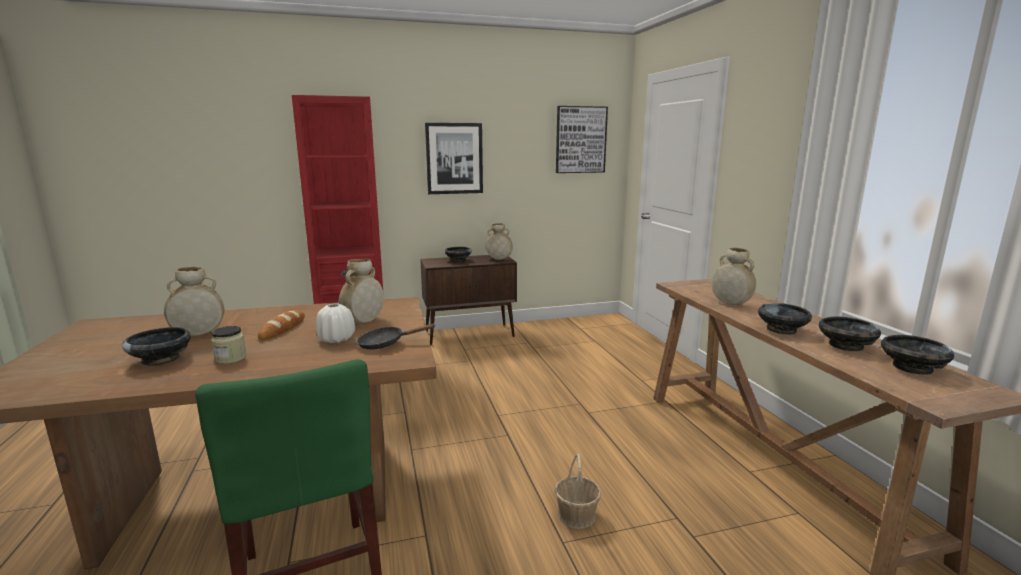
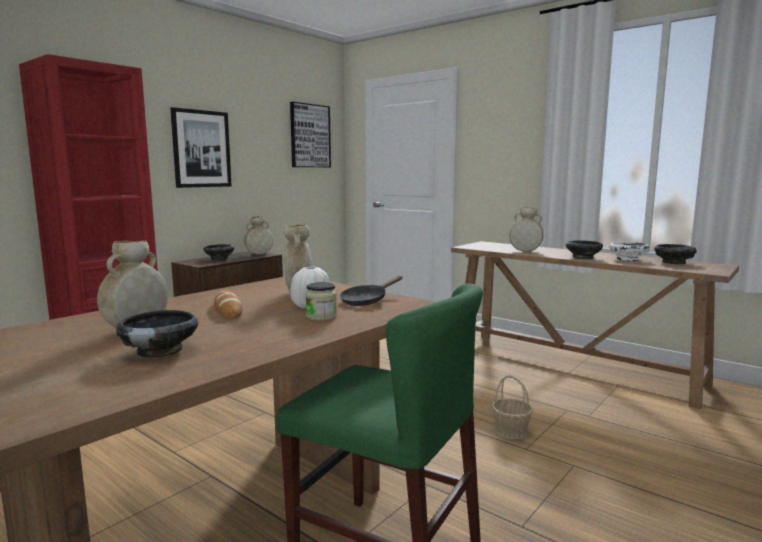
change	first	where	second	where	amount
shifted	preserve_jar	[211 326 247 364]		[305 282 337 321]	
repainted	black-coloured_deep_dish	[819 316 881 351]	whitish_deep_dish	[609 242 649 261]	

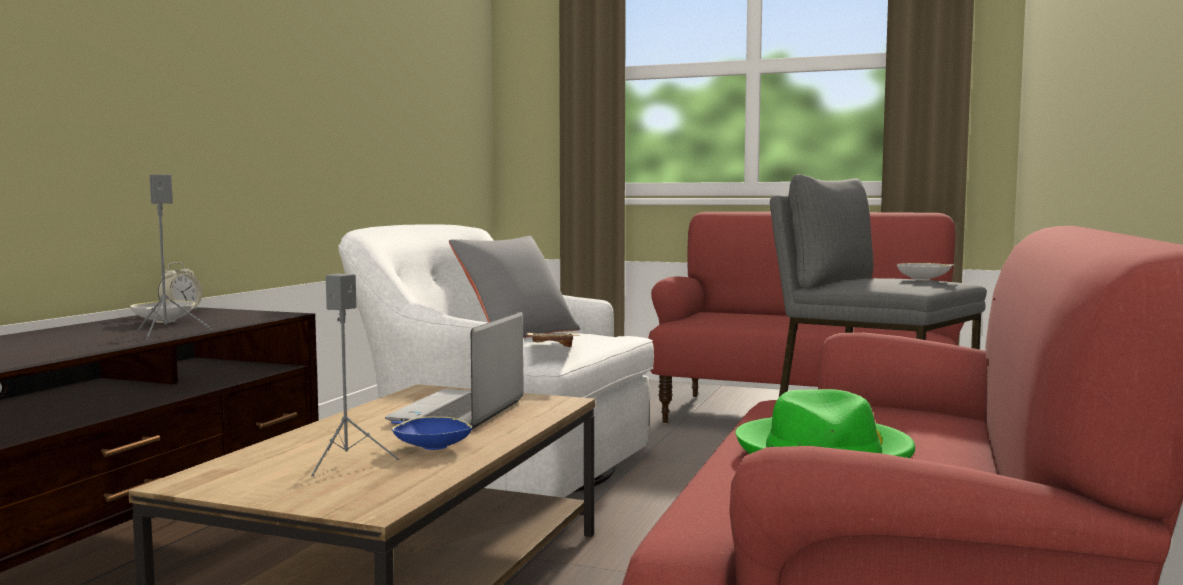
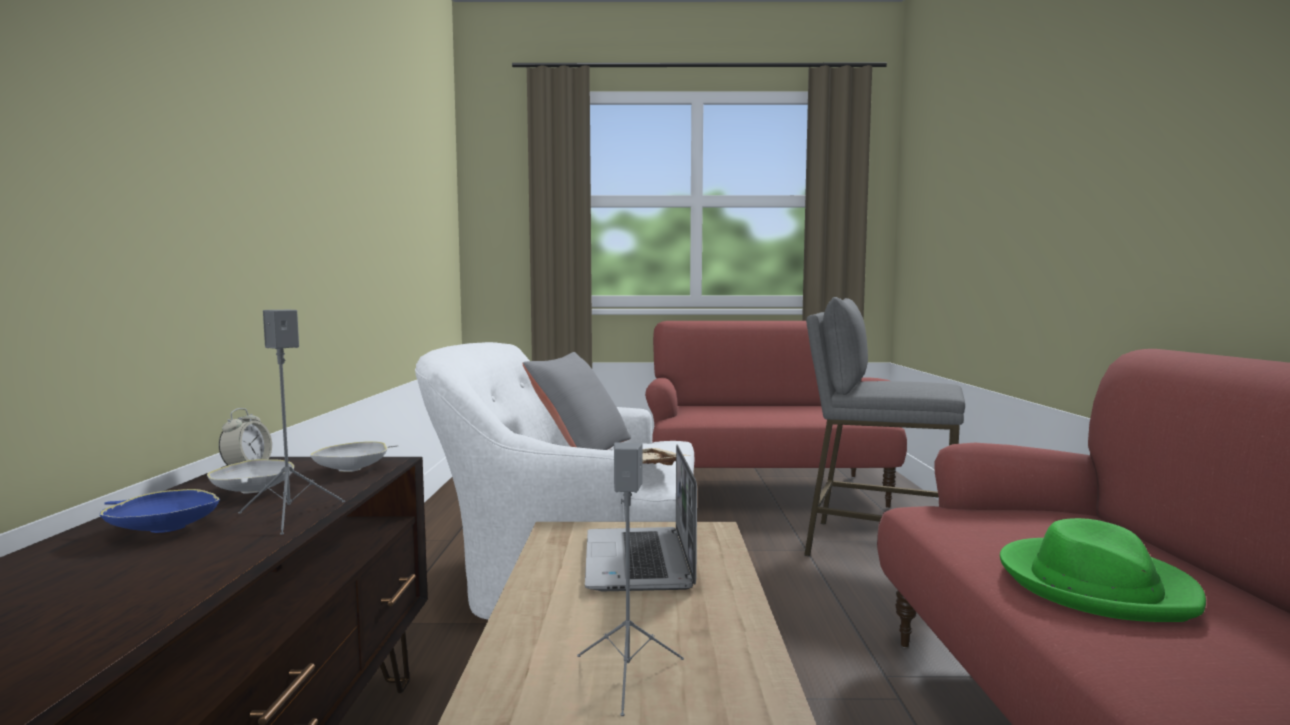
change	first	where	second	where	amount
shifted	blue_deep_dish	[391 417 472 450]		[100 489 220 533]	
shifted	whitish_deep_dish	[897 263 954 281]		[310 441 399 472]	

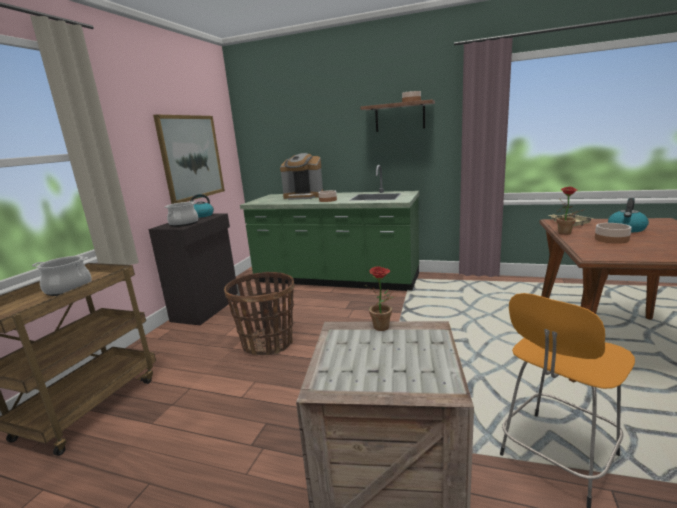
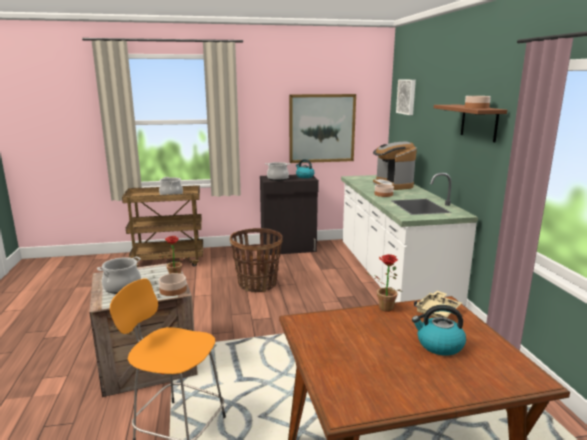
change	first	where	second	where	amount
new			cooking_pot	[97 257 141 294]	
new			wall_art	[396 80 416 115]	
shifted	deep_dish	[595 223 632 244]		[159 273 187 296]	
repainted	green-coloured_kitchen_counter	[240 165 419 291]	whitish_kitchen_counter	[341 173 478 306]	

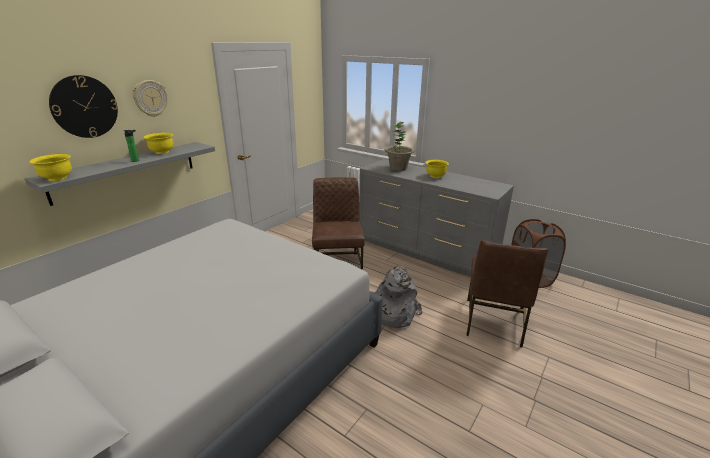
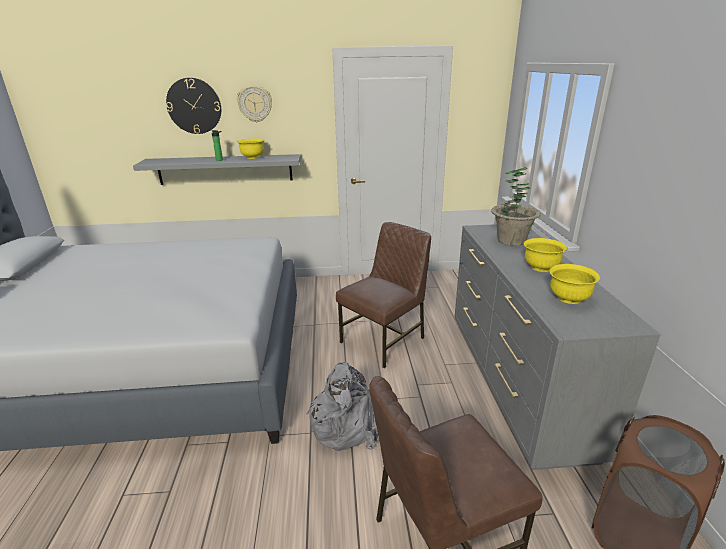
change	first	where	second	where	amount
shifted	yellow-coloured_deep_dish	[29 154 72 181]		[549 264 600 304]	

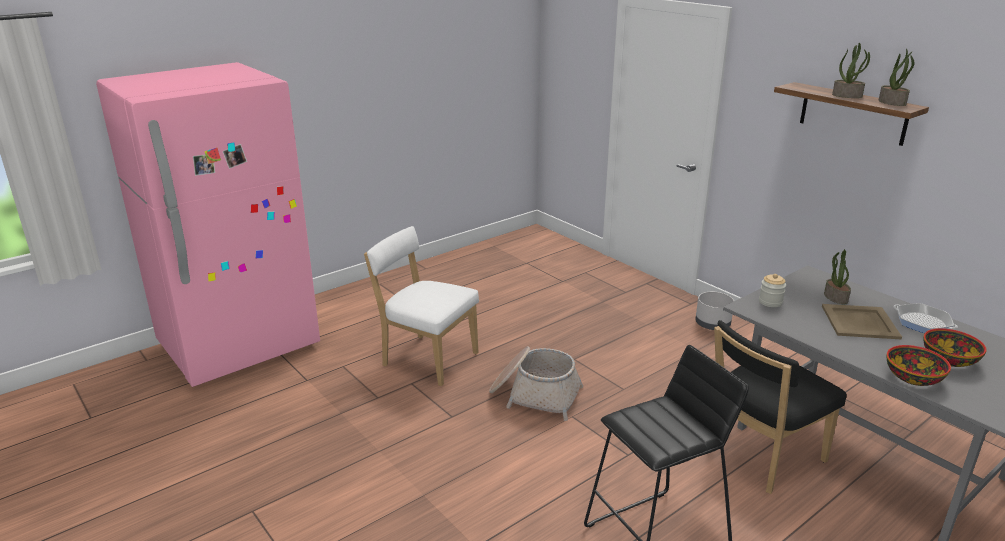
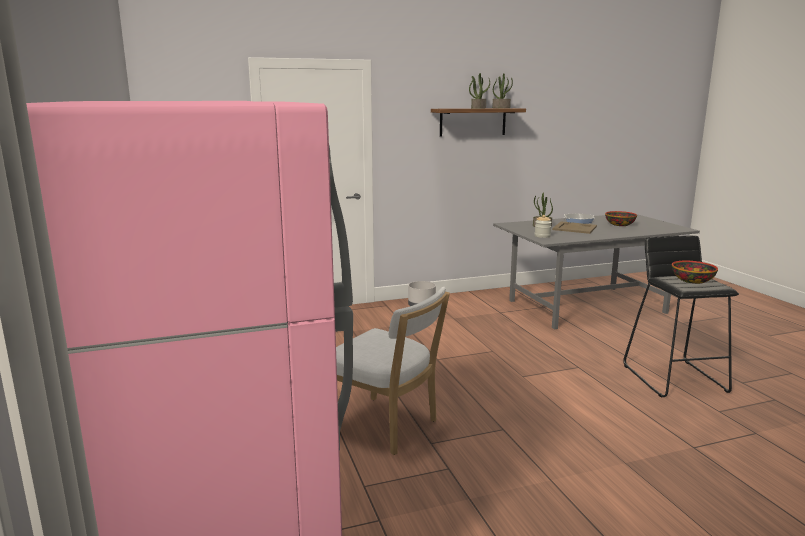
change	first	where	second	where	amount
gone	basket	[489 346 584 421]			
gone	black-coloured_plain_chair	[714 320 847 494]			
shifted	deep_dish	[886 345 951 386]		[672 261 718 284]	
rotated	whitish_plain_chair	[364 226 479 386]		[336 287 450 455]	105 degrees counterclockwise

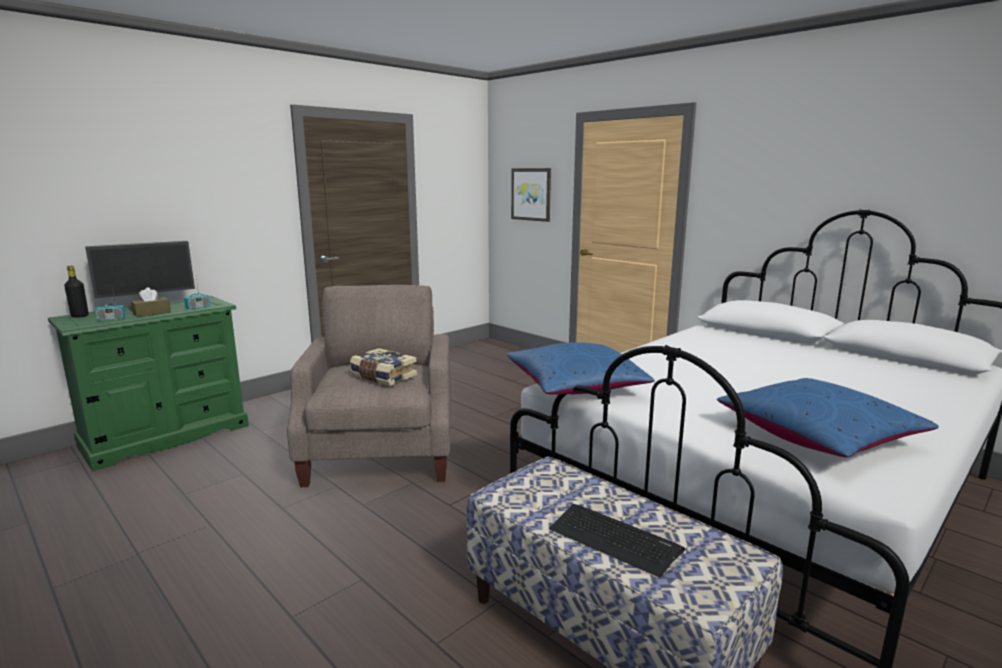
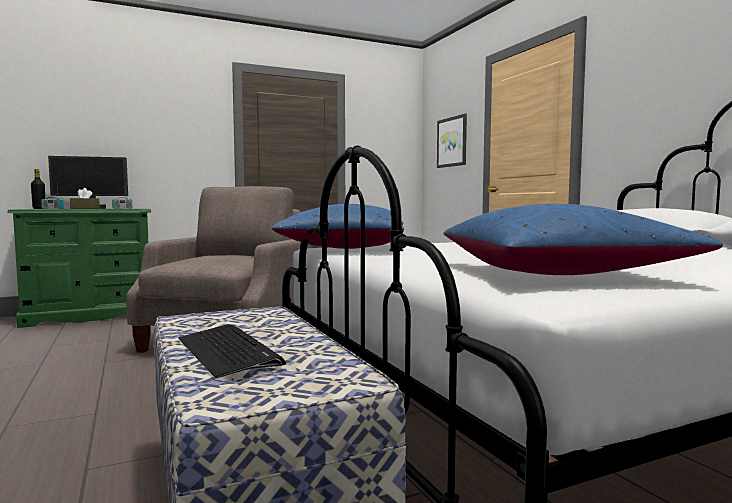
change	first	where	second	where	amount
gone	bound_book	[350 348 417 386]			

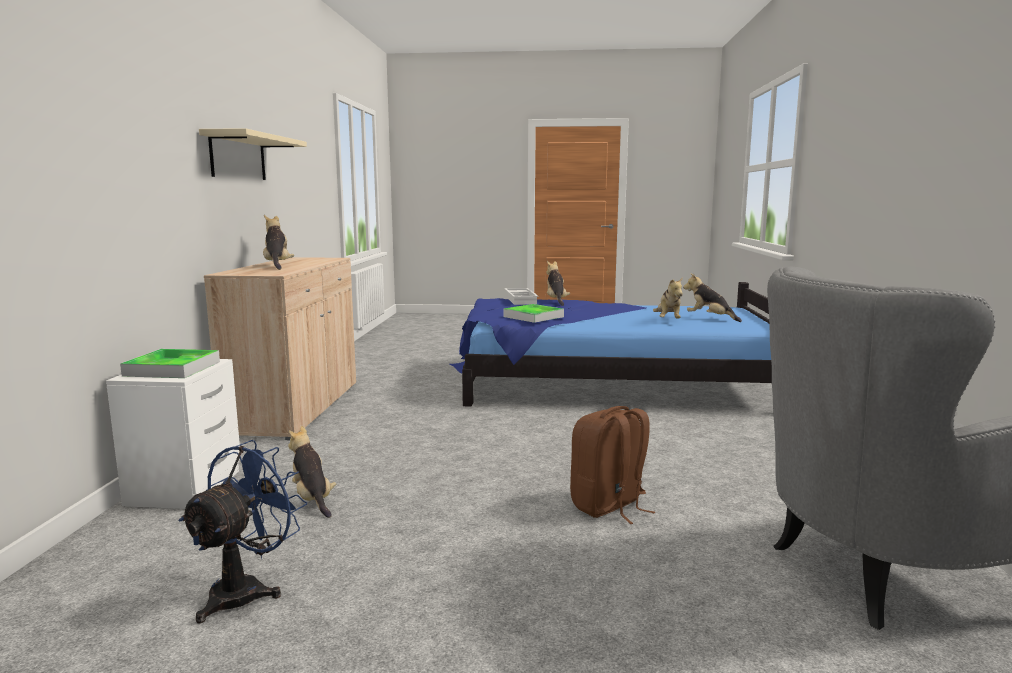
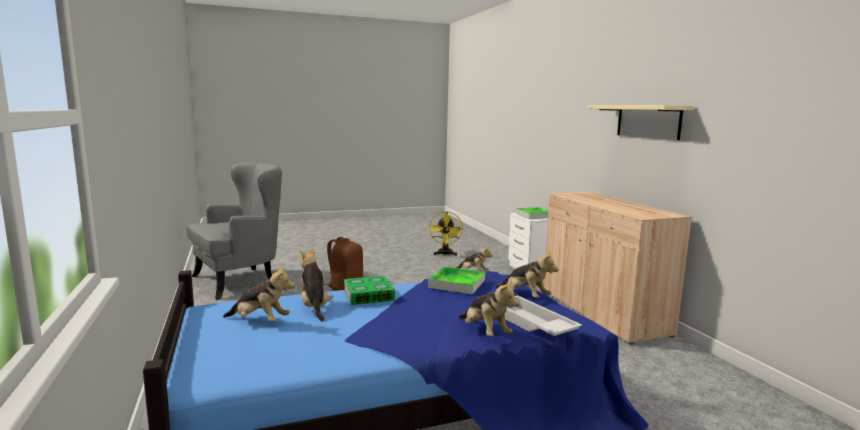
change	first	where	second	where	amount
new			bound_book	[344 276 395 305]	
shifted	soft_toy	[263 215 294 270]		[496 249 559 298]	
repainted	blue_electric_fan	[178 440 307 624]	yellow-coloured_electric_fan	[429 211 463 256]	

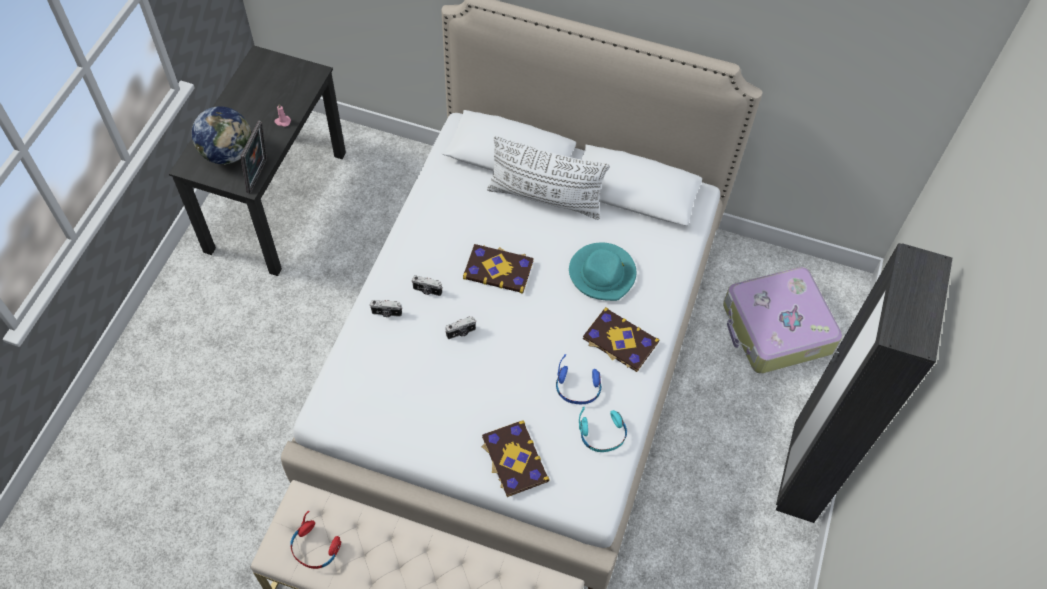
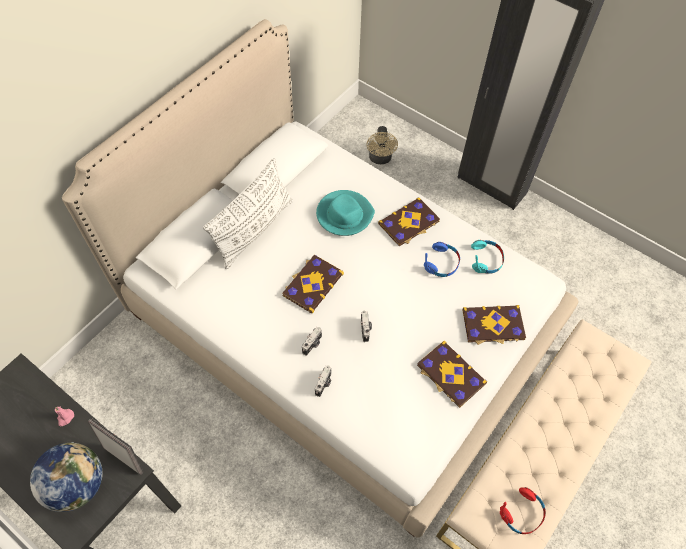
change	first	where	second	where	amount
new			bound_book	[417 341 487 408]	
swapped	piece_of_luggage	[723 267 842 374]	sand-coloured_electric_fan	[367 126 398 164]	

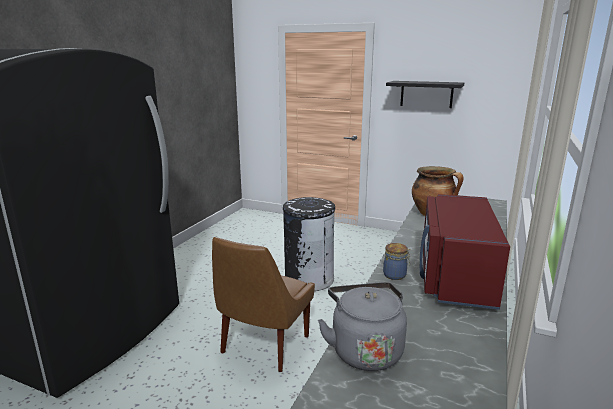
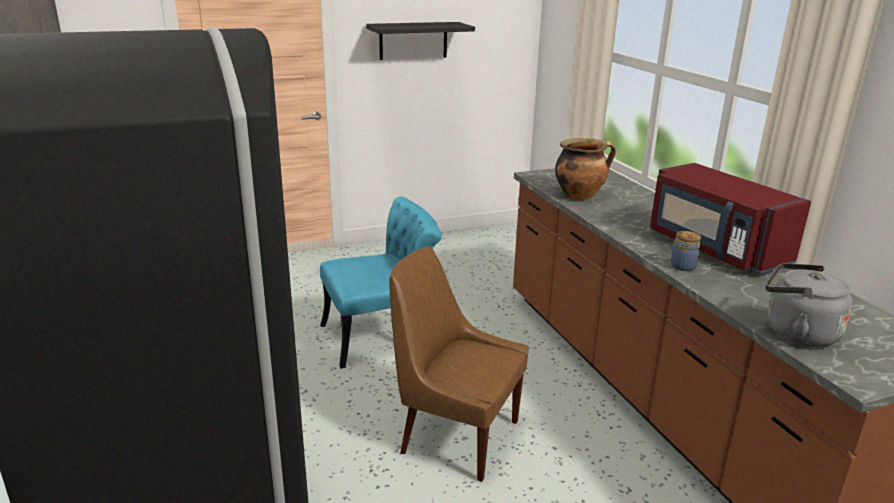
change	first	where	second	where	amount
swapped	black-coloured_rubbish_bin	[283 197 335 291]	blue-green_plain_chair	[320 197 442 369]	
rotated	brown_plain_chair	[212 237 315 372]		[389 246 529 482]	135 degrees clockwise

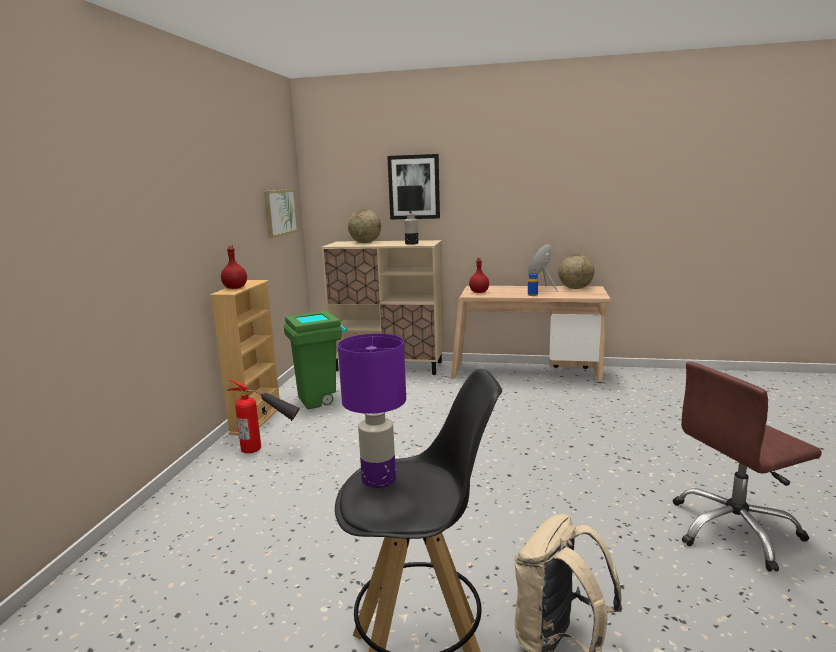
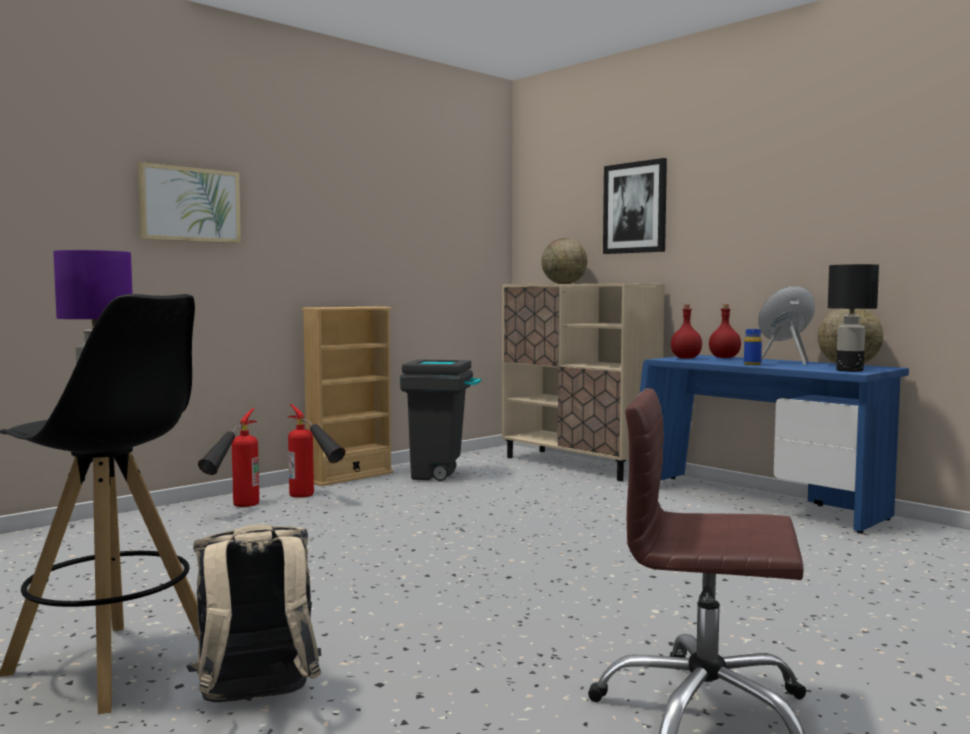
change	first	where	second	where	amount
new			fire_extinguisher	[198 408 259 507]	
shifted	reddish_drink_bottle	[221 245 247 289]		[709 304 741 358]	
shifted	wall_art	[264 189 298 238]		[138 162 241 243]	
shifted	black-coloured_tabletop_lamp	[397 186 423 245]		[828 264 879 372]	
repainted	green-coloured_rubbish_bin	[284 311 347 409]	greyish_rubbish_bin	[400 359 481 481]	
repainted	sand-coloured_desk_unit	[451 286 610 383]	blue_desk_unit	[640 355 909 533]	

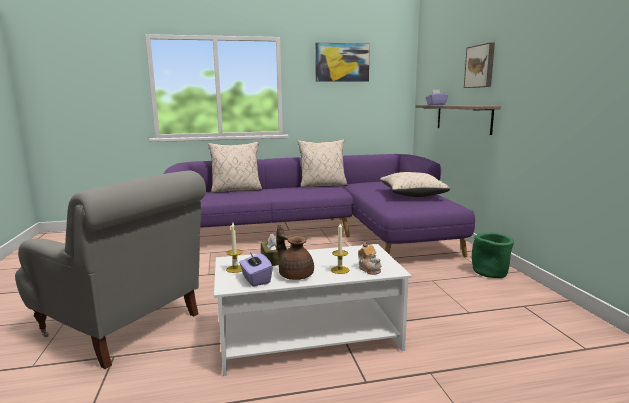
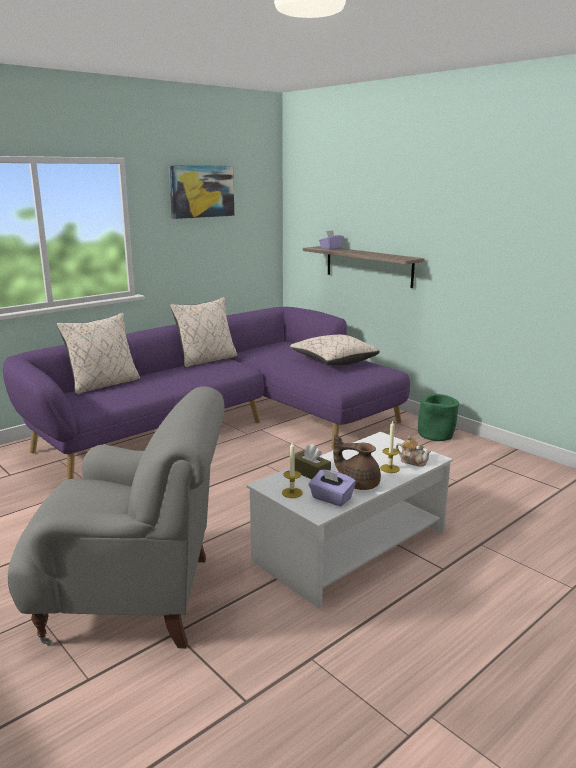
change	first	where	second	where	amount
gone	wall_art	[464 42 495 88]			

